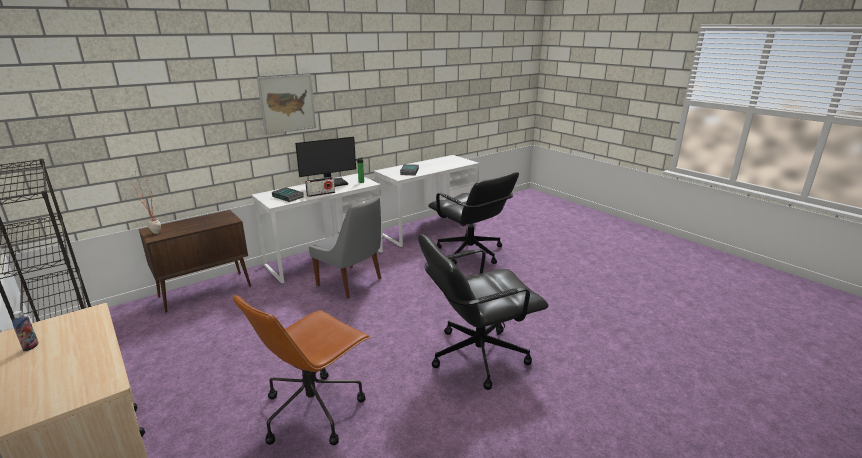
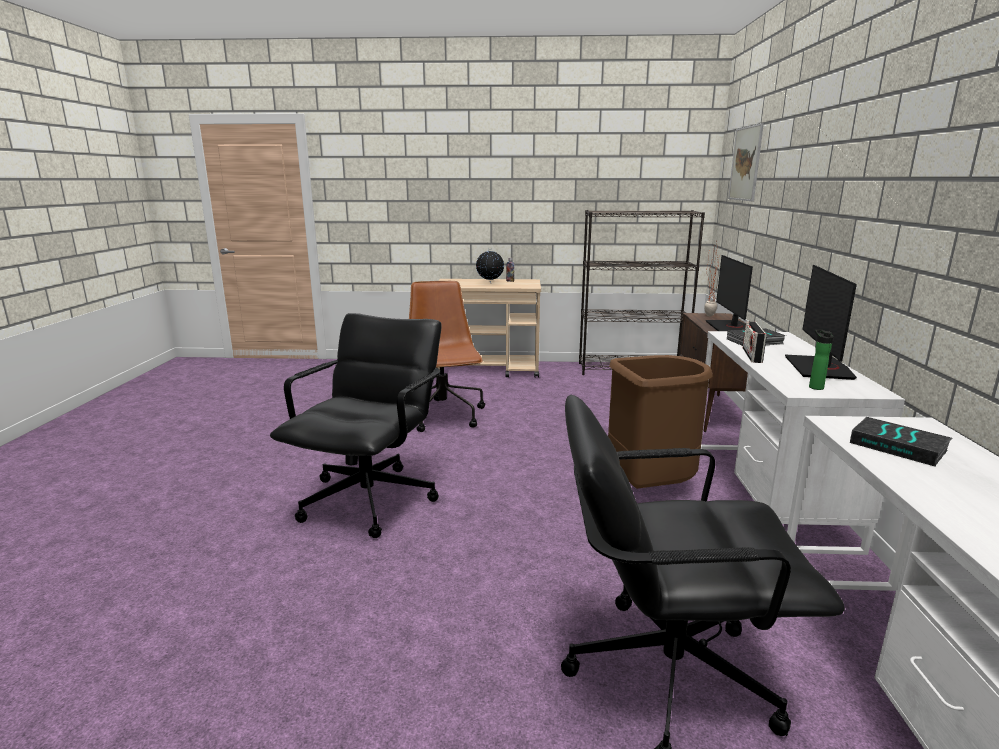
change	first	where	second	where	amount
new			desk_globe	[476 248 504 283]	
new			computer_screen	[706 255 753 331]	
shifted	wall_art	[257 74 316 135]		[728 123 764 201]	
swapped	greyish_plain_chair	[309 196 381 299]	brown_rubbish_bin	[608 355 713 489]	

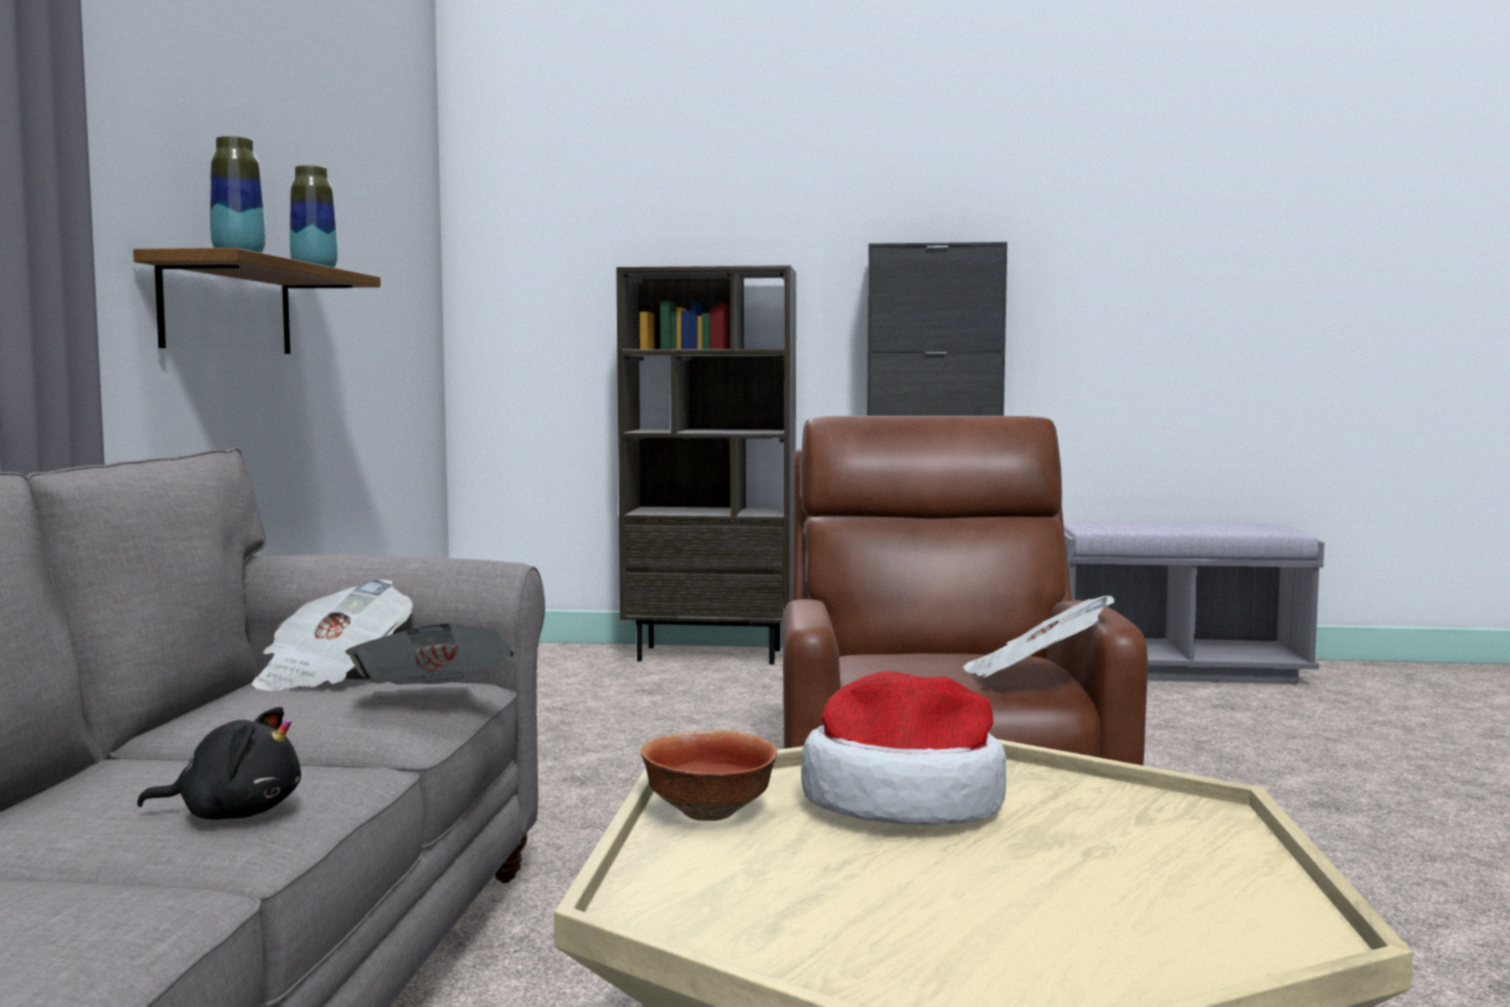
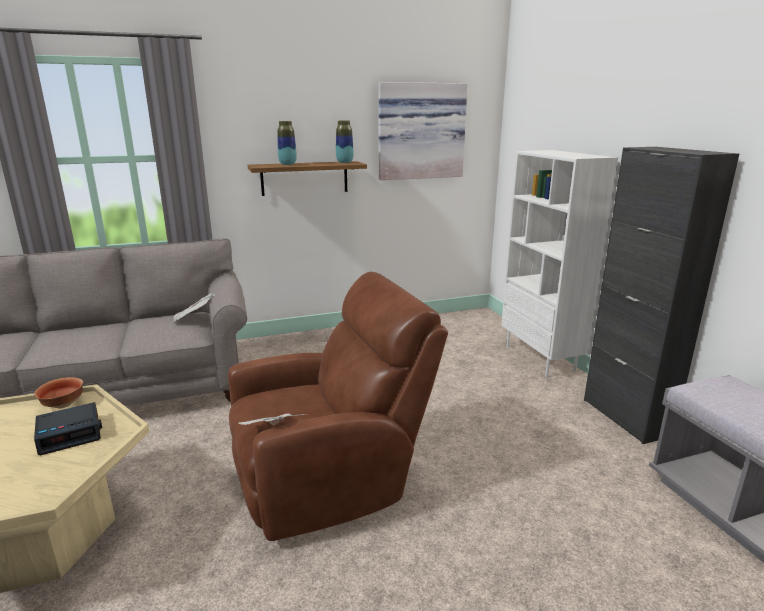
change	first	where	second	where	amount
gone	black-coloured_soft_toy	[137 707 301 820]			
gone	printed_paper	[345 623 515 685]			
new			wall_art	[379 82 467 180]	
swapped	hat	[801 671 1006 825]	table_clock	[34 402 102 455]	
repainted	brown_bookcase	[616 265 796 665]	whitish_bookcase	[501 150 618 377]	

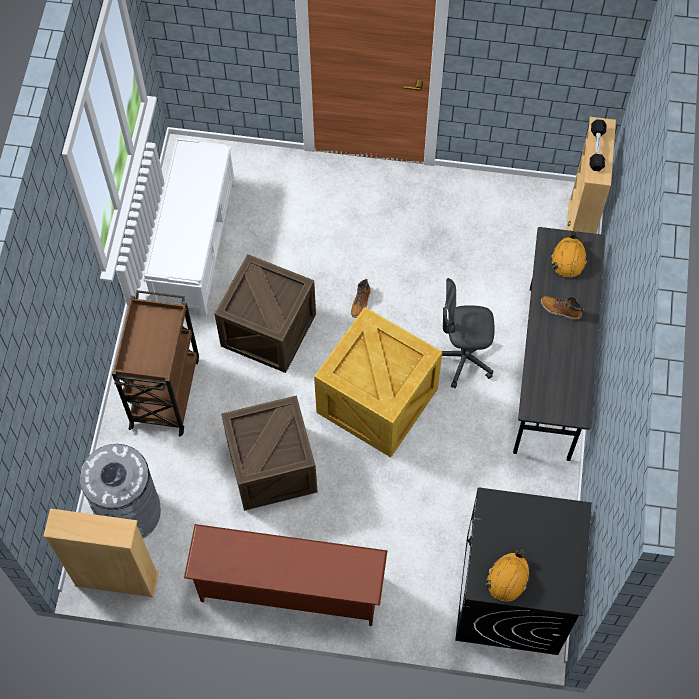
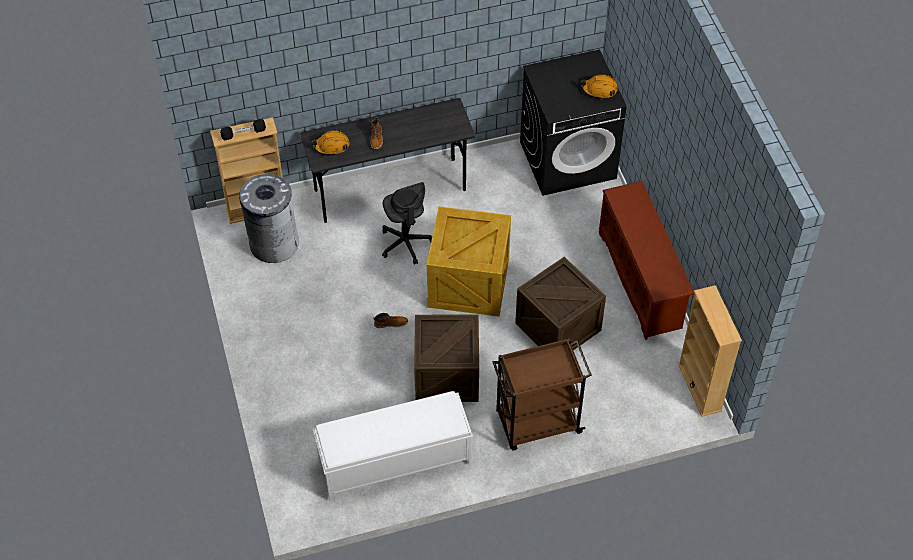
change	first	where	second	where	amount
shifted	greyish_rubbish_bin	[80 444 161 538]		[239 174 299 263]	

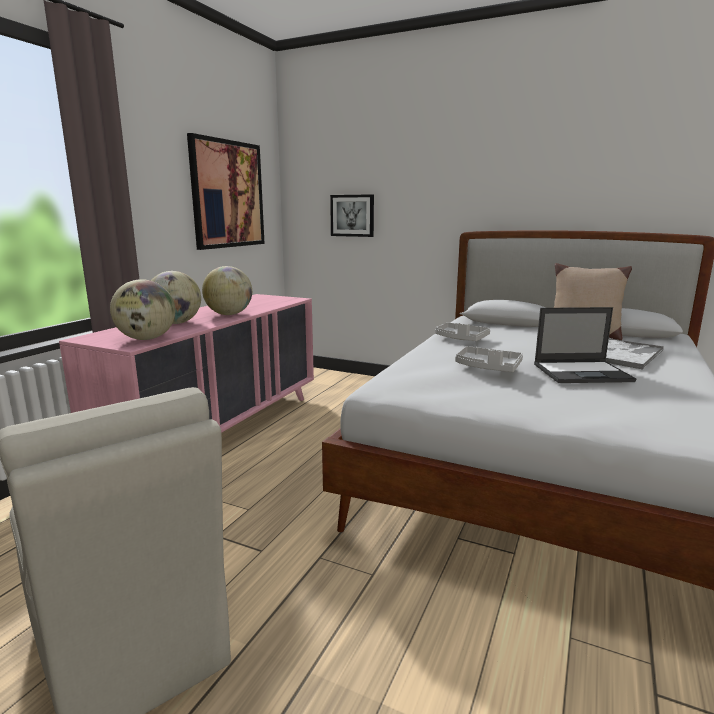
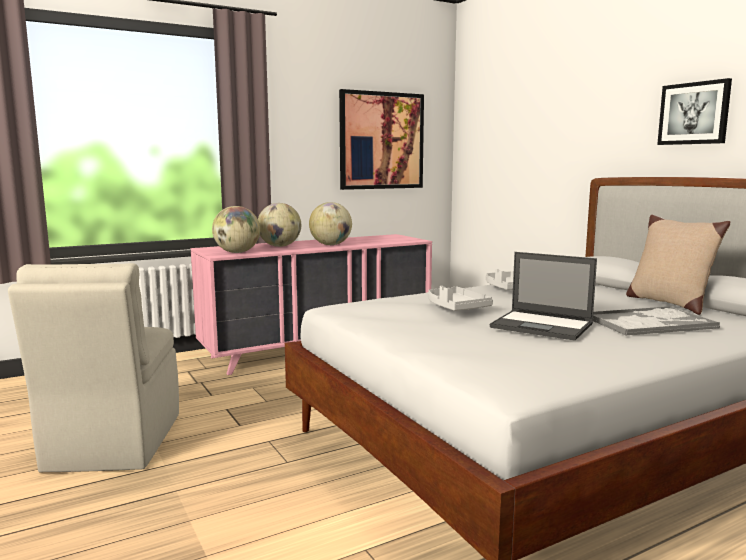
change	first	where	second	where	amount
shifted	wall_art	[330 194 374 237]		[657 78 732 145]	

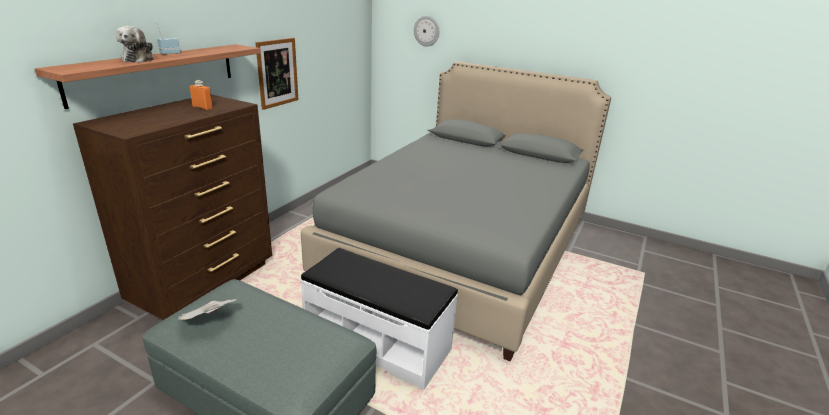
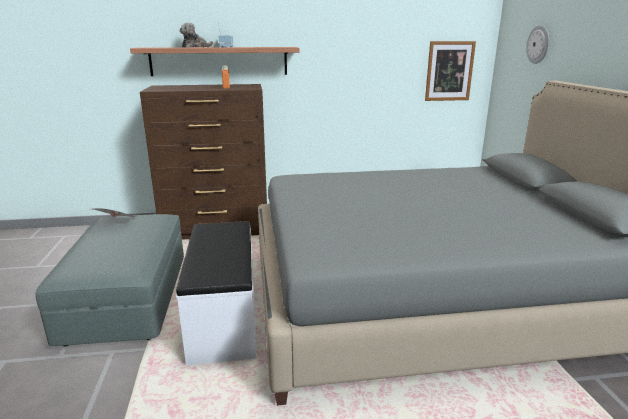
change	first	where	second	where	amount
shifted	wall_art	[255 38 298 110]		[425 41 476 101]	

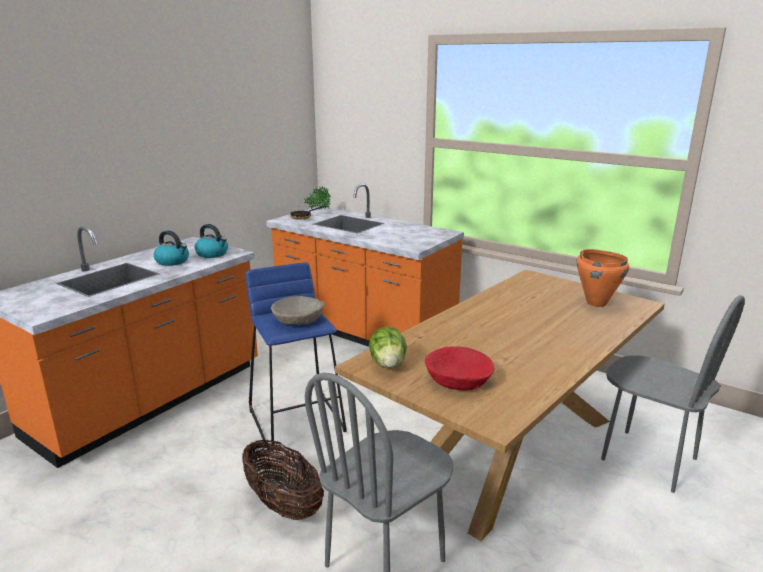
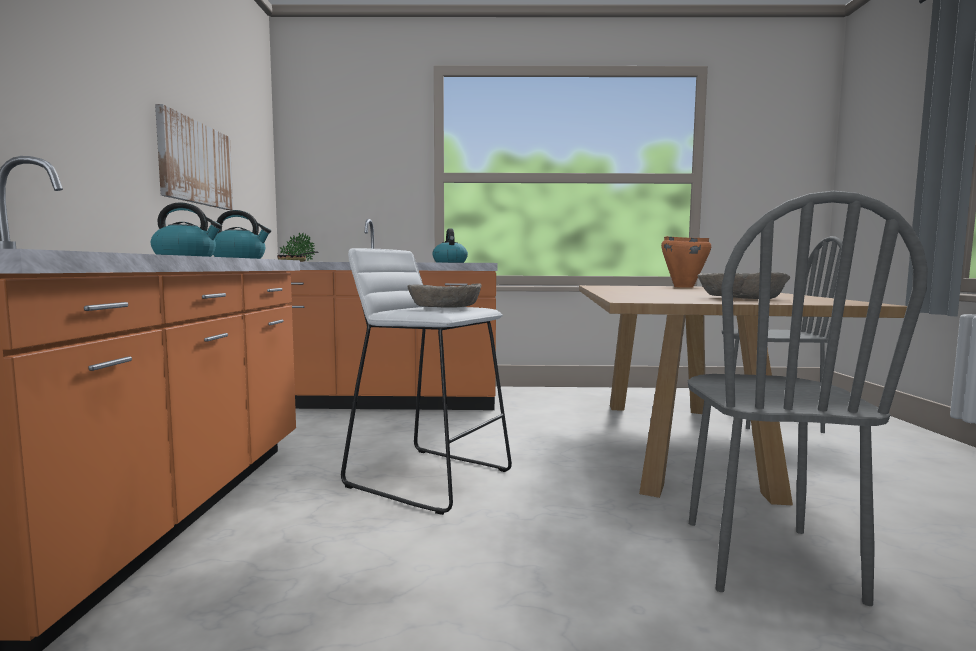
change	first	where	second	where	amount
gone	basket	[242 440 324 520]			
gone	lettuce	[369 326 407 368]			
new			wall_art	[155 104 233 210]	
new			water_kettle	[432 229 468 263]	
repainted	blue_stool_seat	[246 262 347 451]	whitish_stool_seat	[341 248 512 515]	
repainted	reddish_deep_dish	[425 346 494 391]	sand-coloured_deep_dish	[697 272 790 299]	

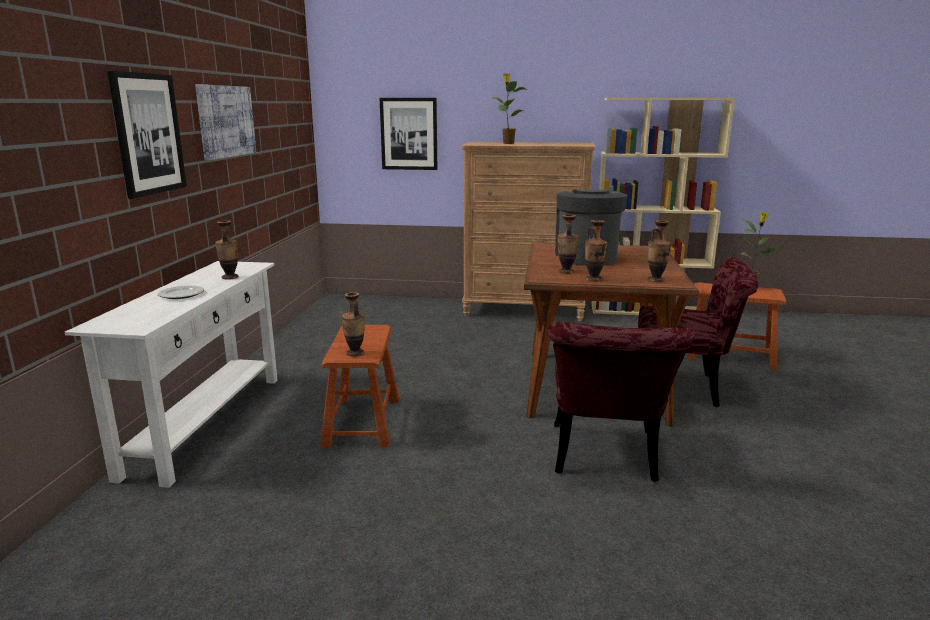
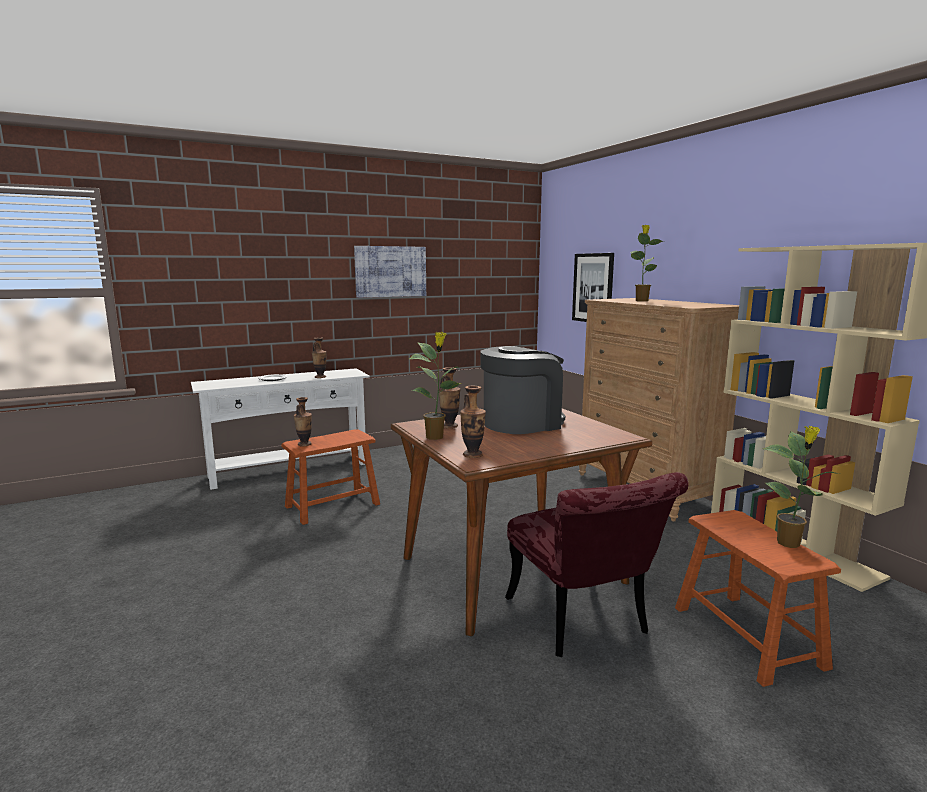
change	first	where	second	where	amount
gone	wall_art	[107 71 187 199]			
gone	reddish_plain_chair	[548 322 695 482]			
swapped	vase	[585 220 608 282]	potted_plant	[409 332 461 440]	

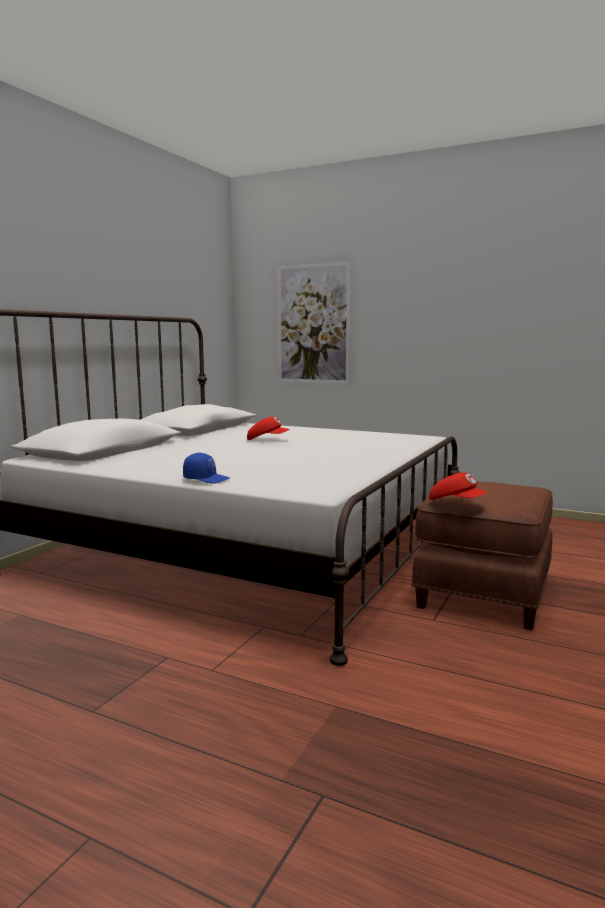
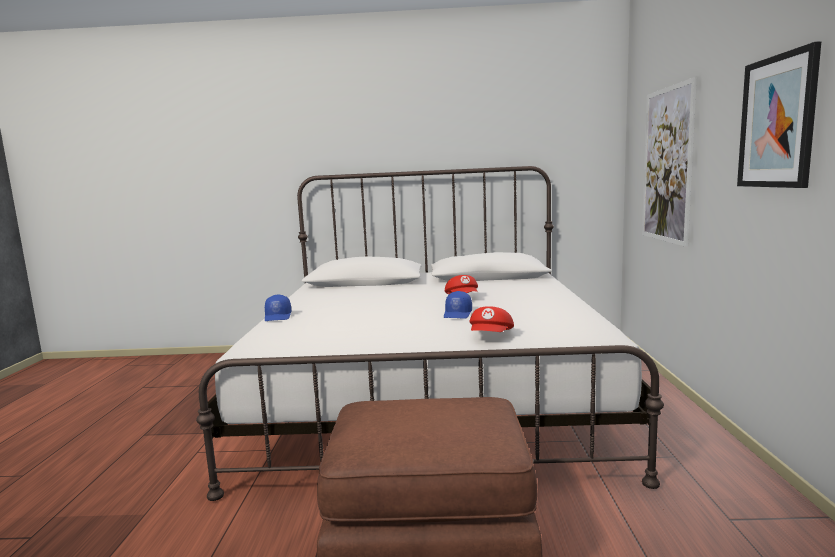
change	first	where	second	where	amount
new			blue_baseball_cap	[444 291 472 319]	
new			wall_art	[737 41 821 188]	
shifted	reddish_baseball_cap	[429 473 488 500]		[469 306 514 332]	

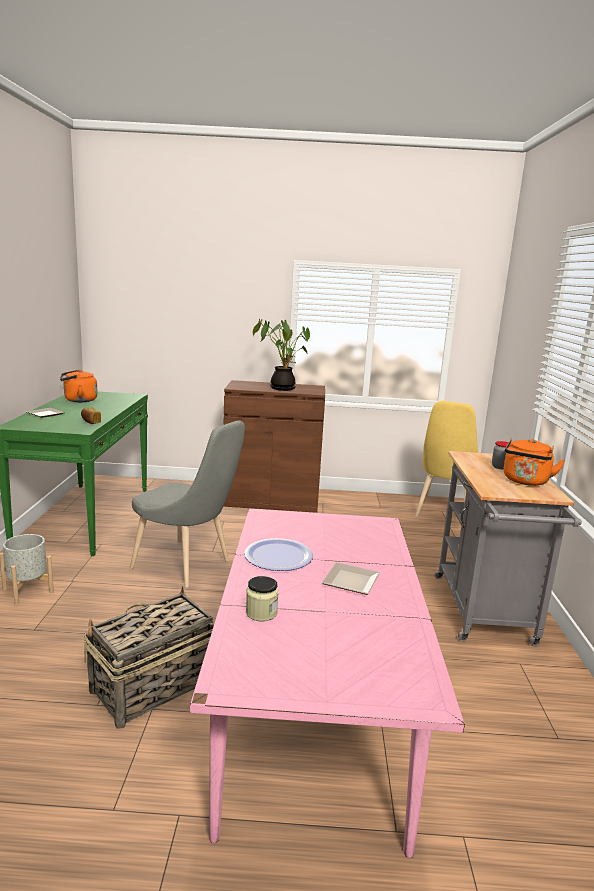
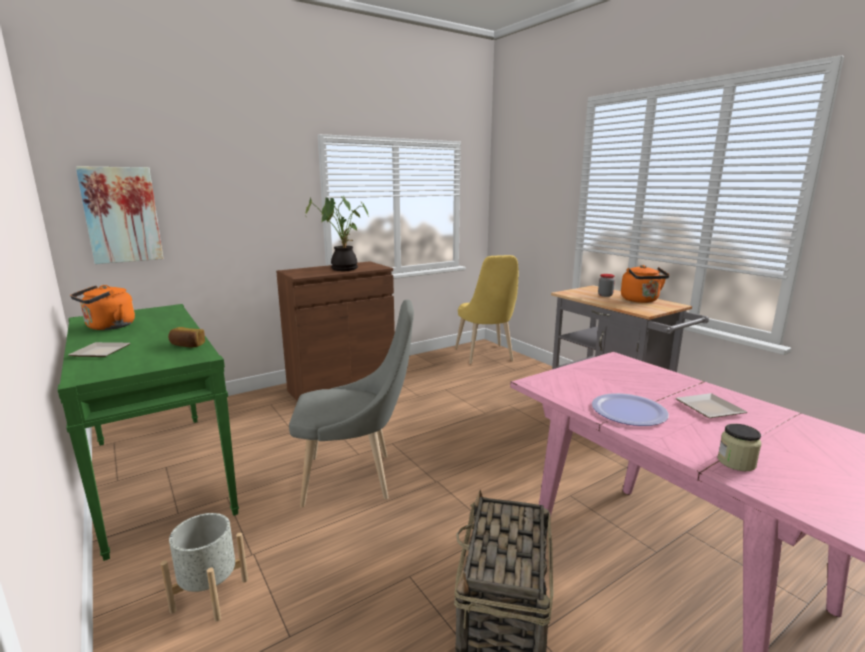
change	first	where	second	where	amount
new			wall_art	[76 166 164 264]	

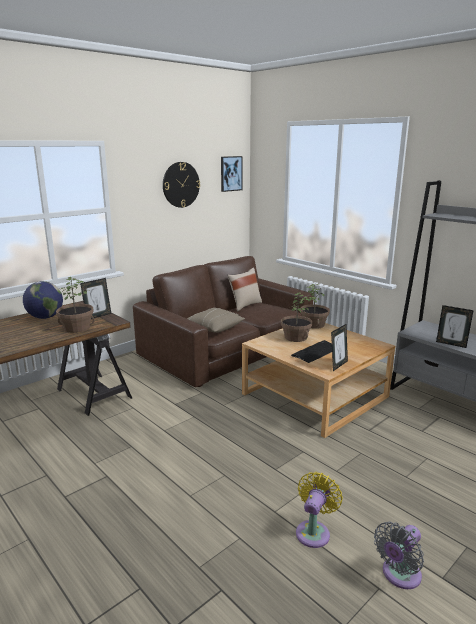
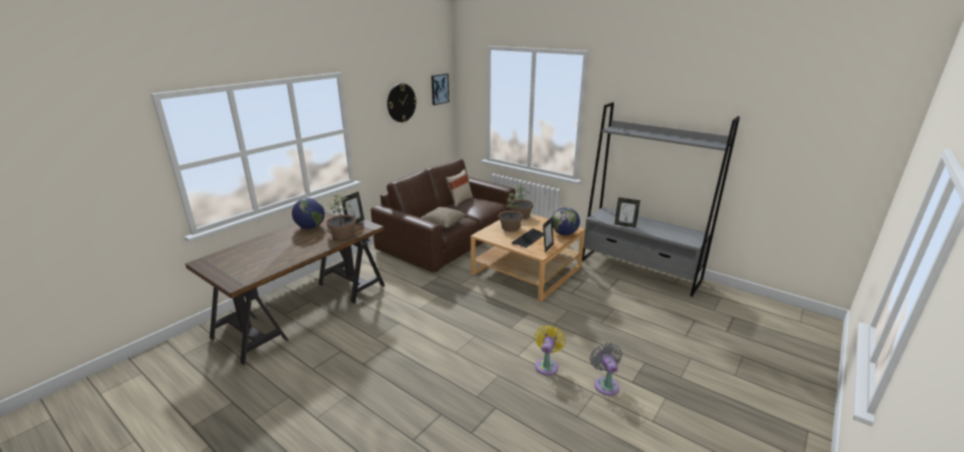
change	first	where	second	where	amount
new			desk_globe	[552 207 580 235]	
rotated	greyish_electric_fan	[374 521 424 589]		[590 343 622 396]	135 degrees clockwise

